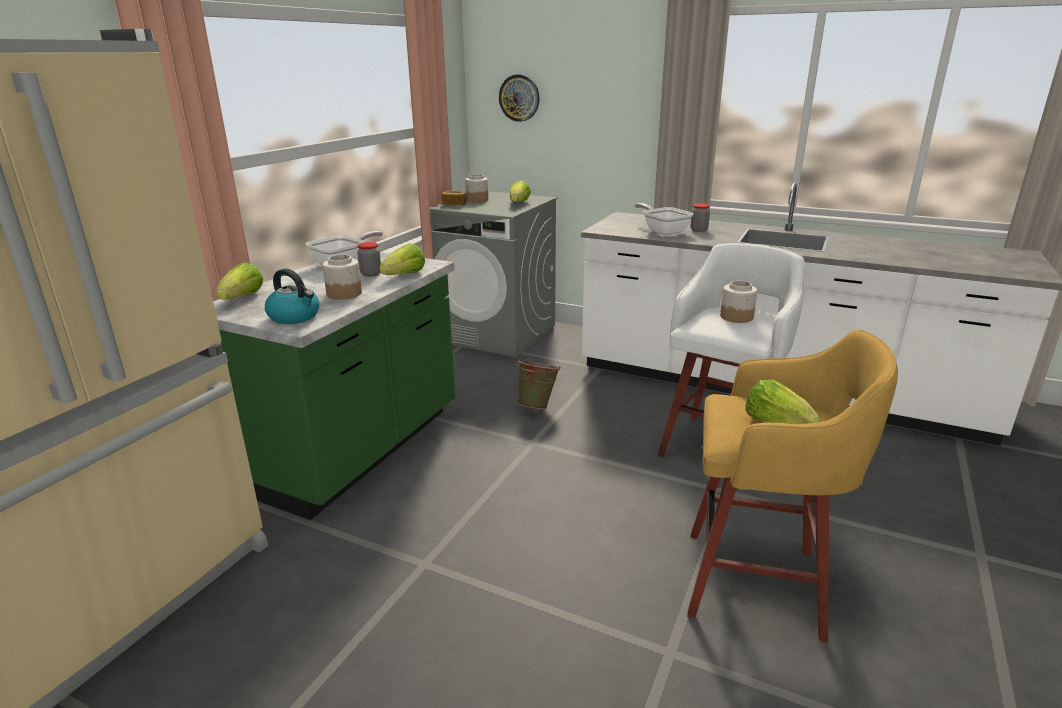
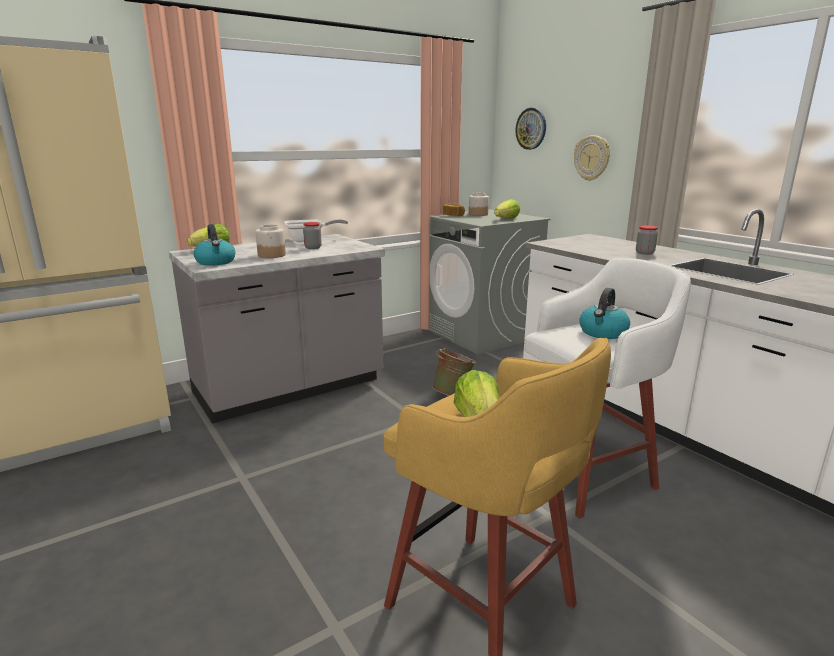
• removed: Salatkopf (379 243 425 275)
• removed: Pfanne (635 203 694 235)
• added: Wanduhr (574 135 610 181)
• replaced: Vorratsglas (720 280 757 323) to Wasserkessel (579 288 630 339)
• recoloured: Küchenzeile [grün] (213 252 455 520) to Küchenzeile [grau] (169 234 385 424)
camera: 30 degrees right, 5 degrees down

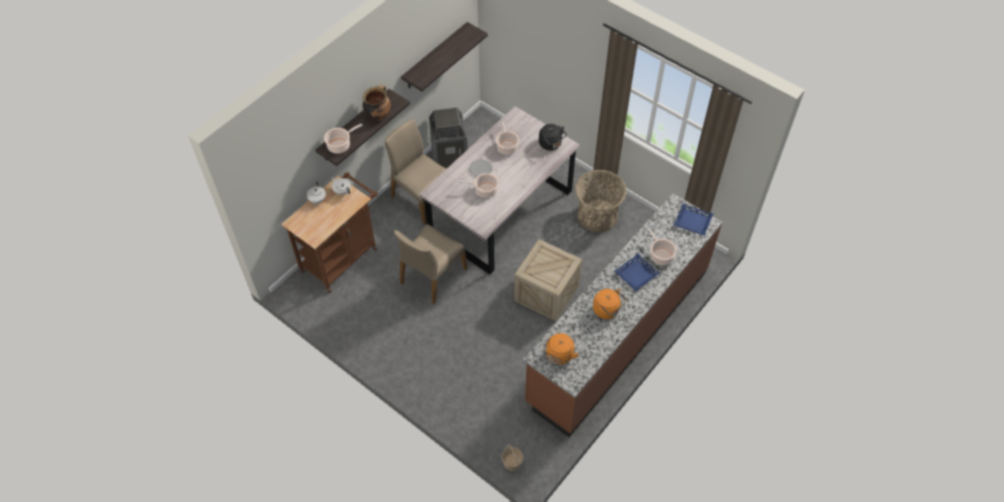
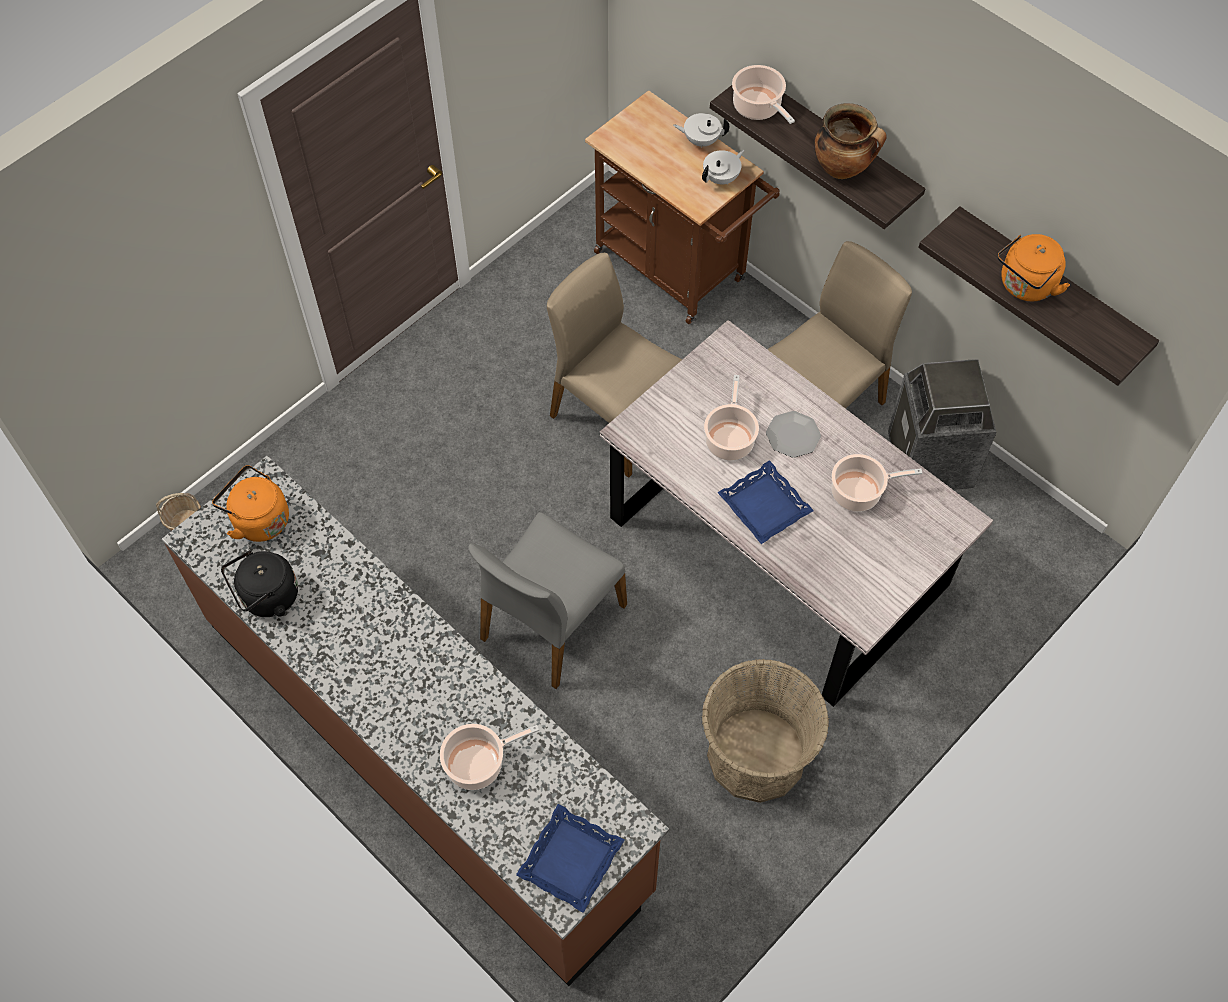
• moved: Wasserkessel [schwarz] (539 124 567 151) to (221 550 298 617)
• moved: Wasserkessel [orange] (593 289 627 319) to (997 234 1070 301)
• moved: Tablett [blau] (614 254 659 291) to (717 460 814 544)
• replaced: Kiste (514 239 582 322) to Stuhl [grau] (468 512 627 689)
camera: 95 degrees right, 5 degrees up

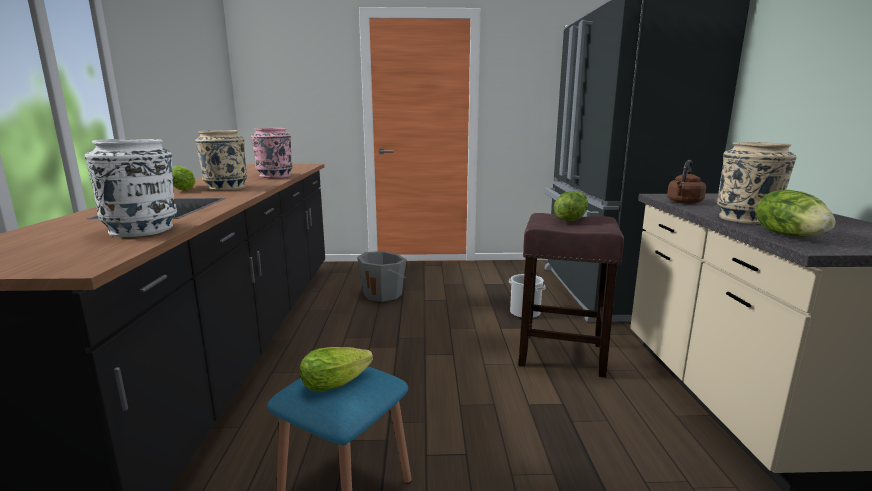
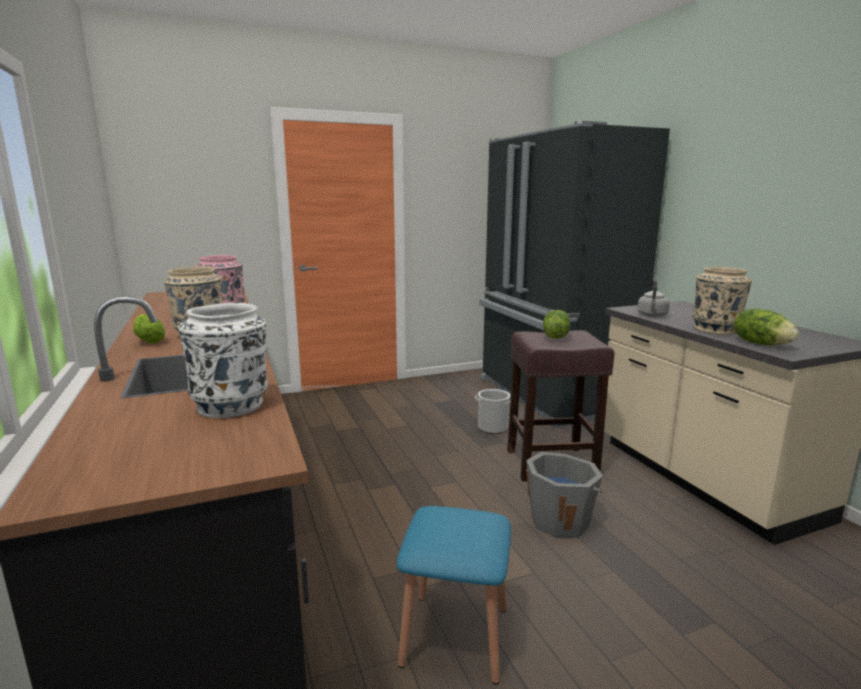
• removed: Salatkopf (300 347 373 391)
• moved: Eimer [grau] (357 251 407 302) to (526 452 607 538)
• recoloured: Wasserkessel [braun] (667 160 706 204) to Wasserkessel [grau] (638 279 670 317)
camera: 20 degrees left, 0 degrees up

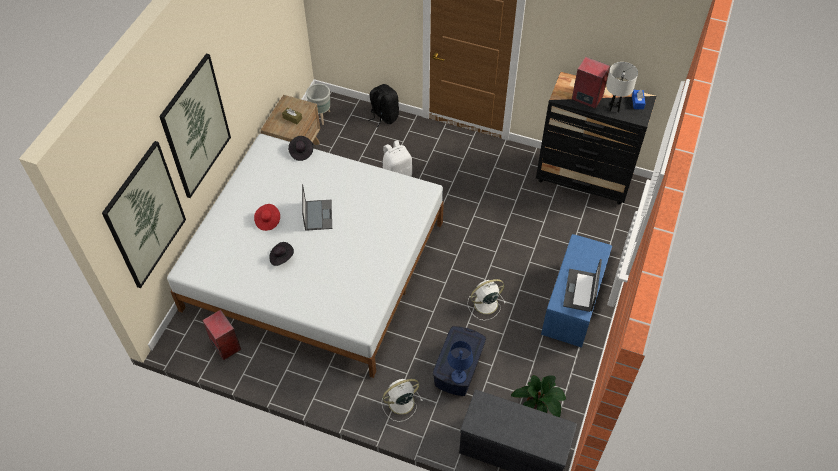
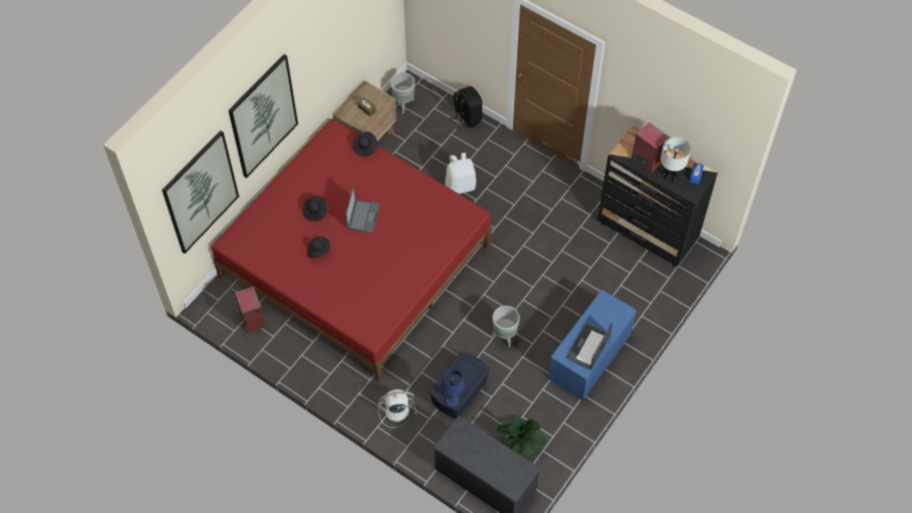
• replaced: Ventilator [weiß] (468 279 506 320) to Pflanzkübel [grau] (492 306 520 347)
• recoloured: Bett [weiß] (167 134 444 378) to Bett [rot] (212 119 492 382)
• recoloured: Hut [rot] (254 204 280 231) to Hut [schwarz] (303 196 327 221)
camera: 15 degrees right, 5 degrees up

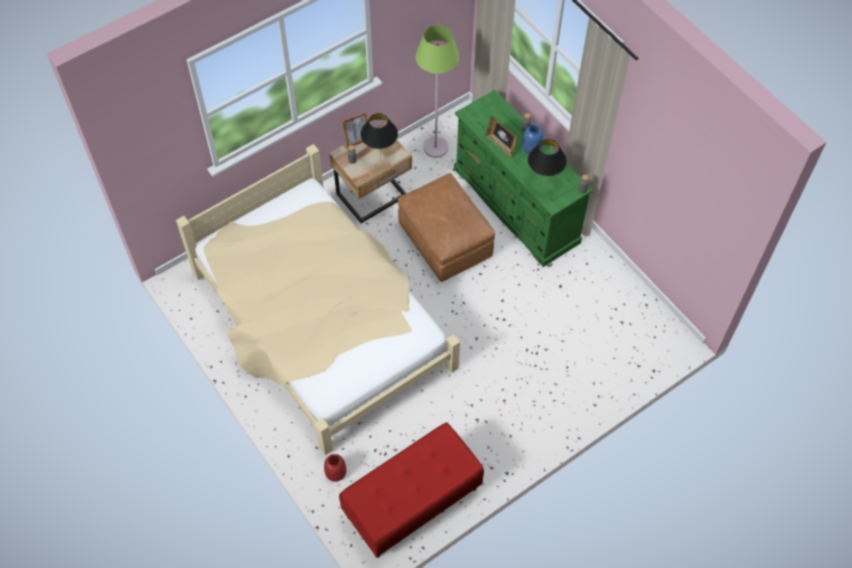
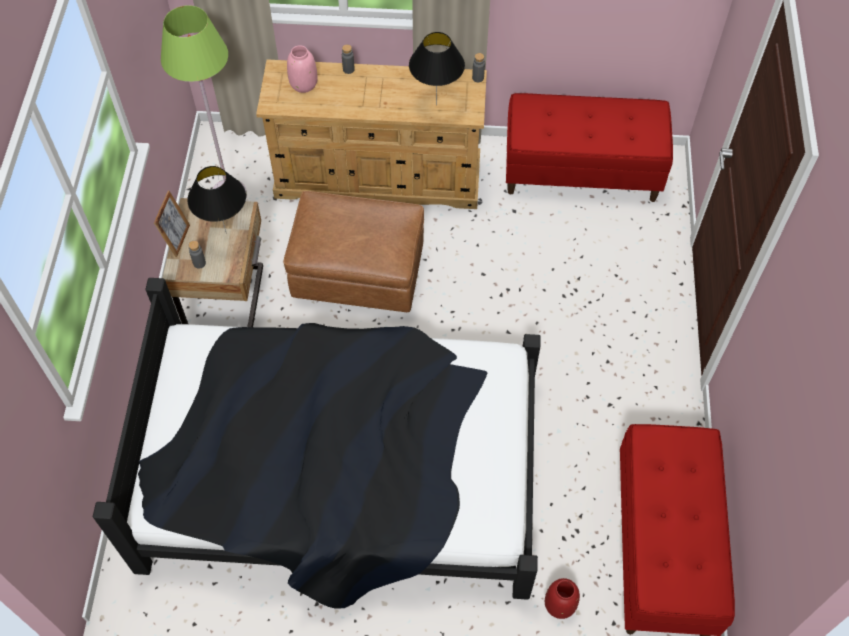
• removed: Bilderrahmen (486 116 517 158)
• removed: Vase [blau] (522 124 543 155)
• added: Vase [rosa] (287 45 318 93)
• added: Bank [rot] (506 93 673 202)
• recoloured: Bett [beige] (176 144 460 455) to Bett [schwarz] (93 278 541 608)
• recoloured: Kommode [grün] (454 90 593 267) to Kommode [beige] (256 59 487 209)
camera: 50 degrees left, 0 degrees up

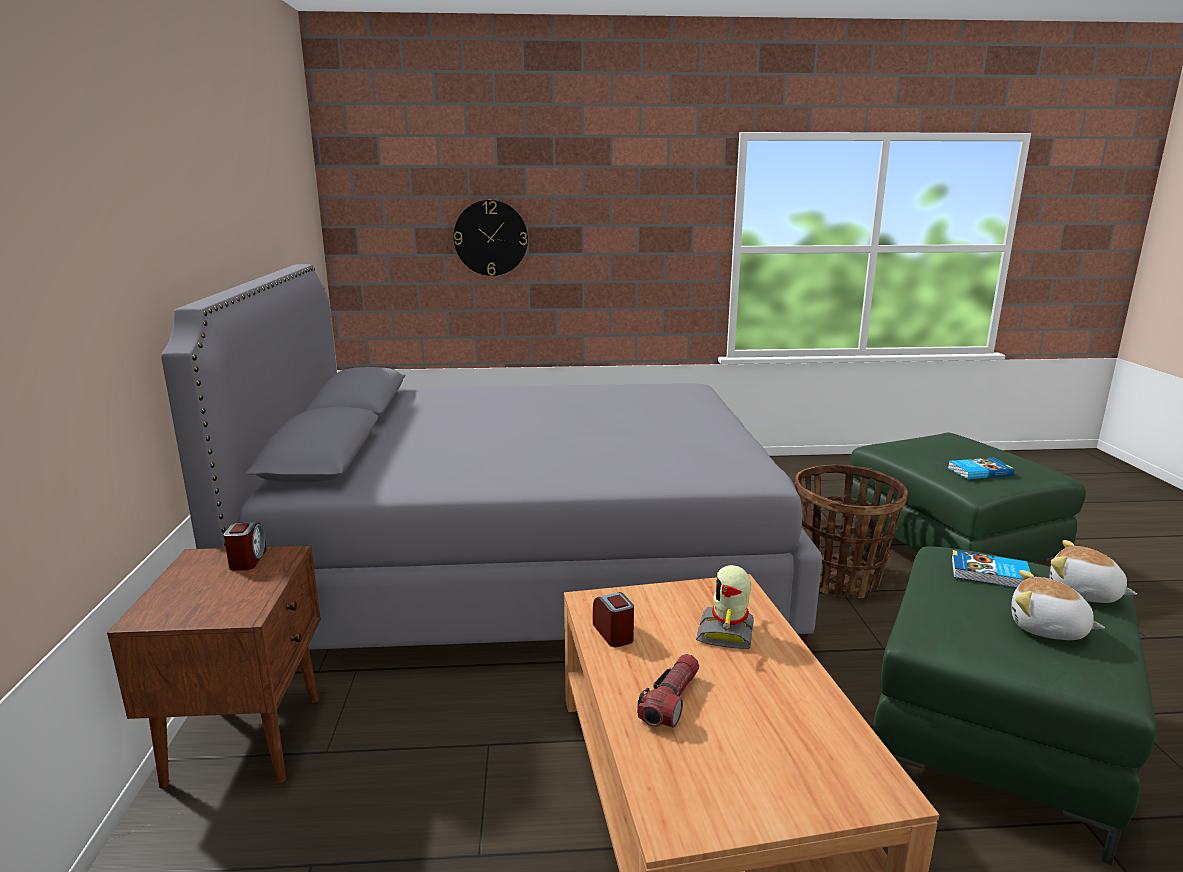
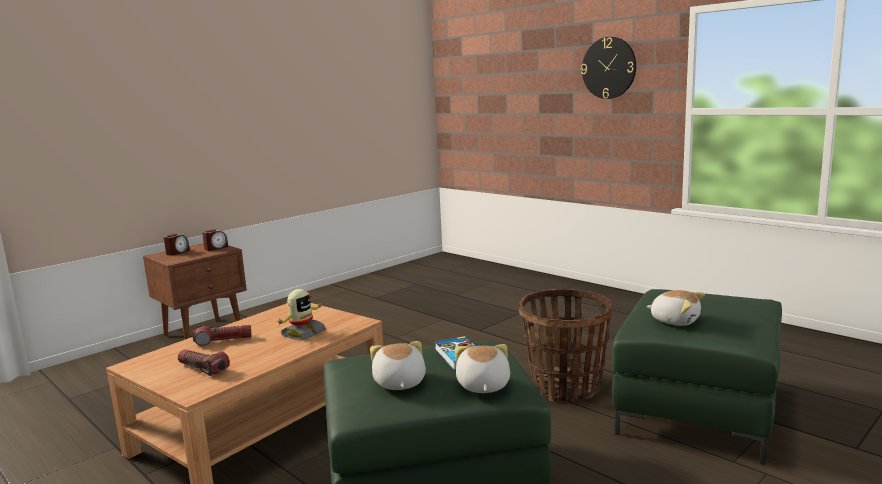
• removed: Bett [grau] (161 264 822 650)
• added: Taschenlampe (178 349 230 376)
• moved: Wanduhr (454 200 528 276) to (581 37 636 99)
• moved: Wecker (593 592 634 647) to (164 234 190 256)
• replaced: Buch (948 458 1015 479) to Plüschtier (647 290 705 326)
• turned: Spielzeugroboter (696 565 754 649) = (277 289 326 340) 150 degrees clockwise
camera: 50 degrees right, 5 degrees down

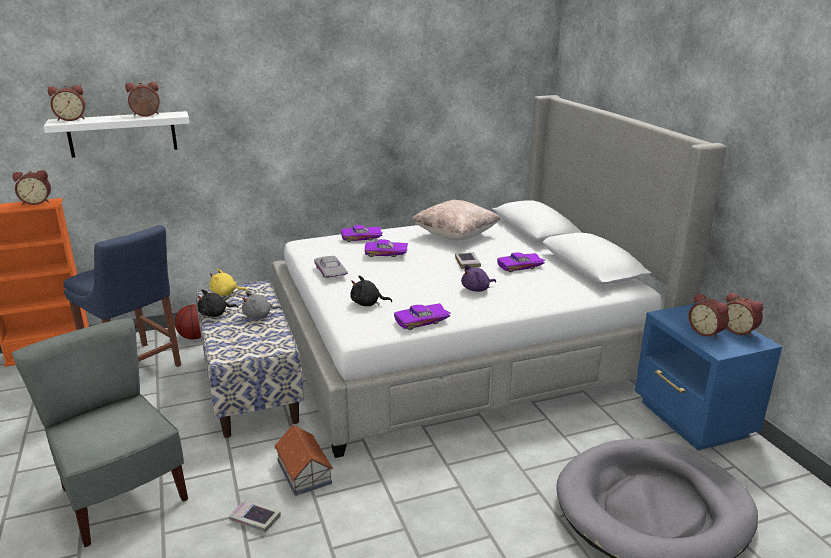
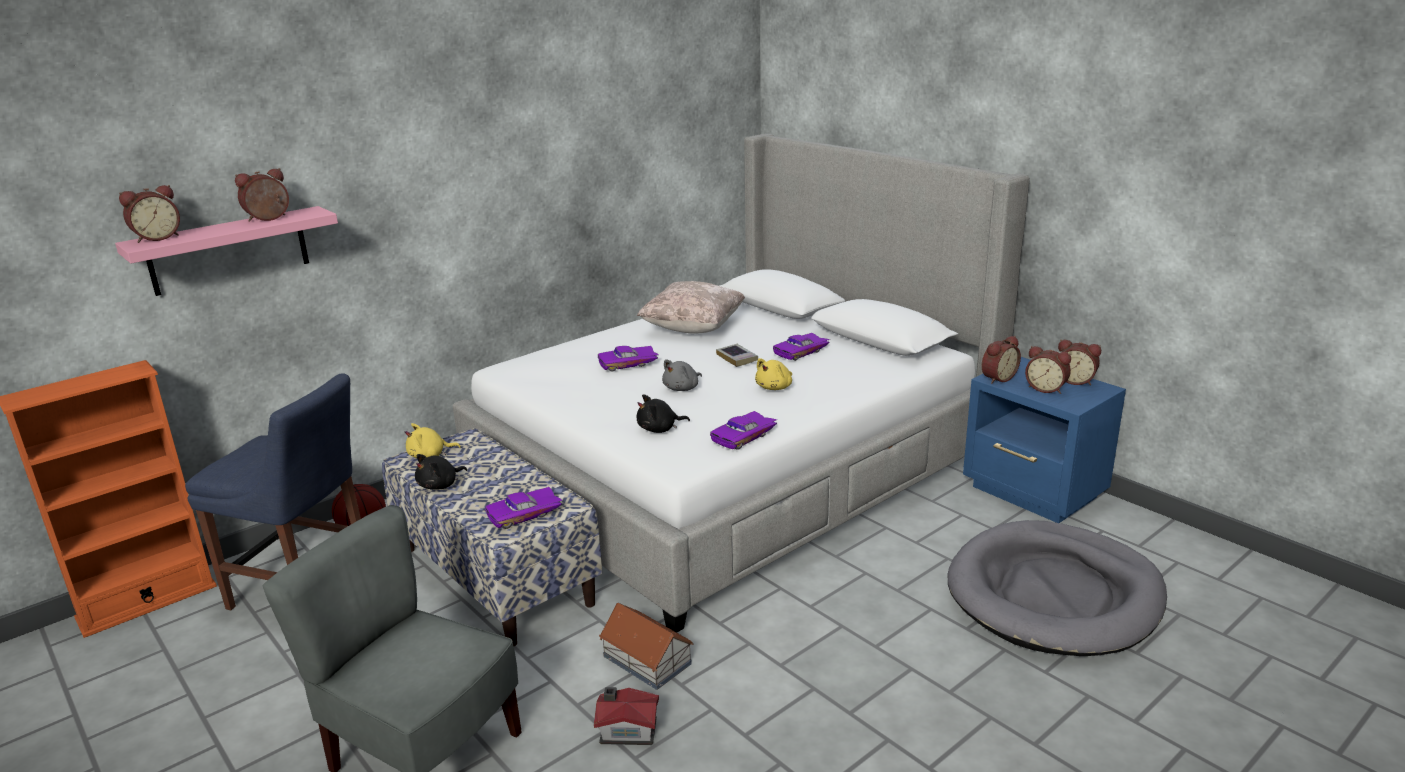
• removed: Spielzeugauto [grau] (314 256 348 278)
• moved: Wecker (12 170 51 205) to (982 336 1021 384)
• moved: Plüschtier [grau] (242 291 282 319) to (662 359 702 391)
• moved: Spielzeugauto [lila] (341 225 383 242) to (485 487 563 529)
• replaced: Buch (229 499 281 532) to Spielzeughaus (594 687 659 745)
• recoloured: Wandregal [weiß] (44 111 190 158) to Wandregal [rosa] (115 206 338 296)
• recoloured: Plüschtier [lila] (461 264 496 292) to Plüschtier [gelb] (755 358 792 390)
camera: 20 degrees left, 0 degrees up

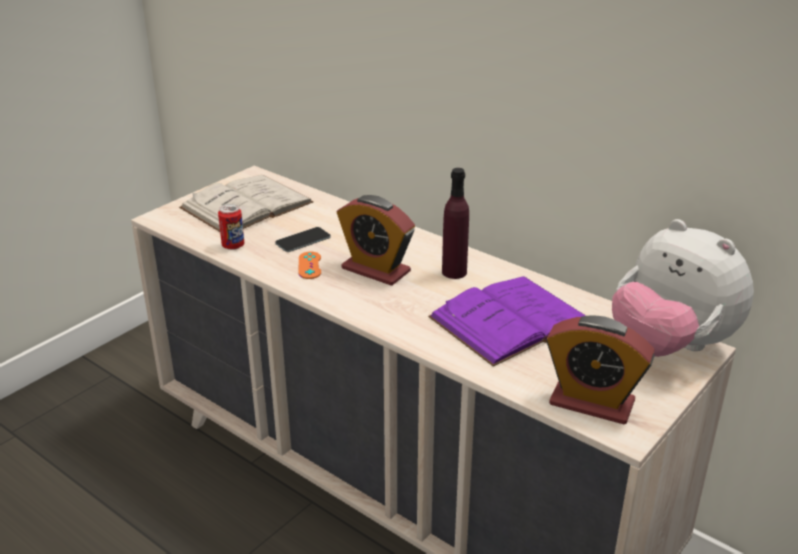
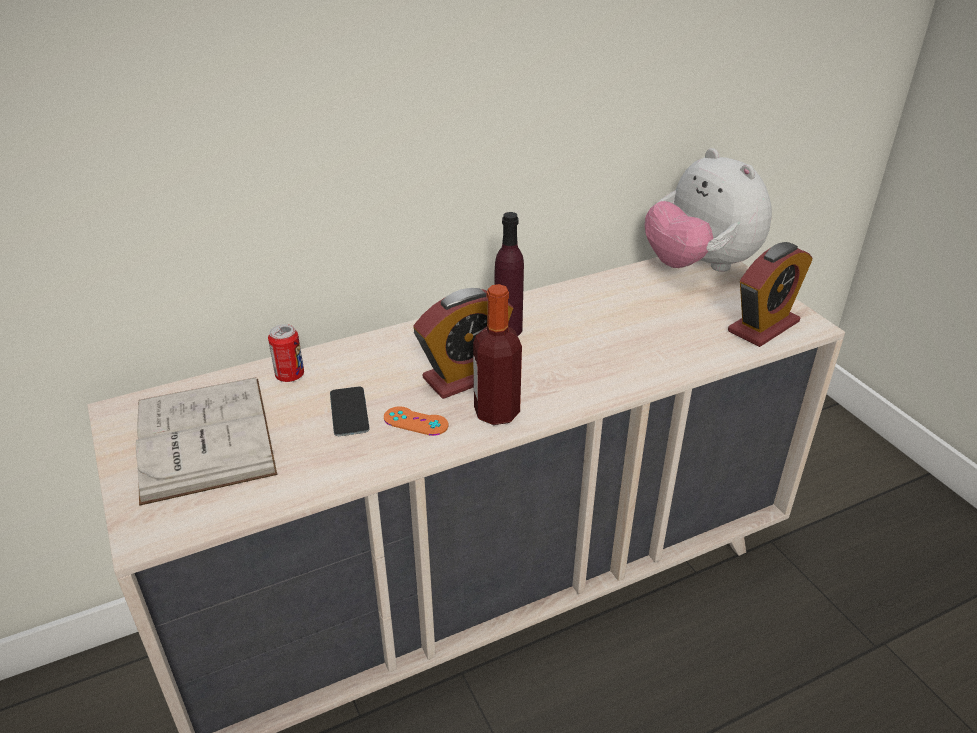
• removed: Buch [lila] (428 276 586 367)
• added: Flasche (473 284 522 425)
• moved: Dose (218 204 244 250) to (268 324 304 382)
• turned: Plüschtier (612 219 754 357) = (645 148 772 272) 75 degrees clockwise
camera: 65 degrees left, 5 degrees up

